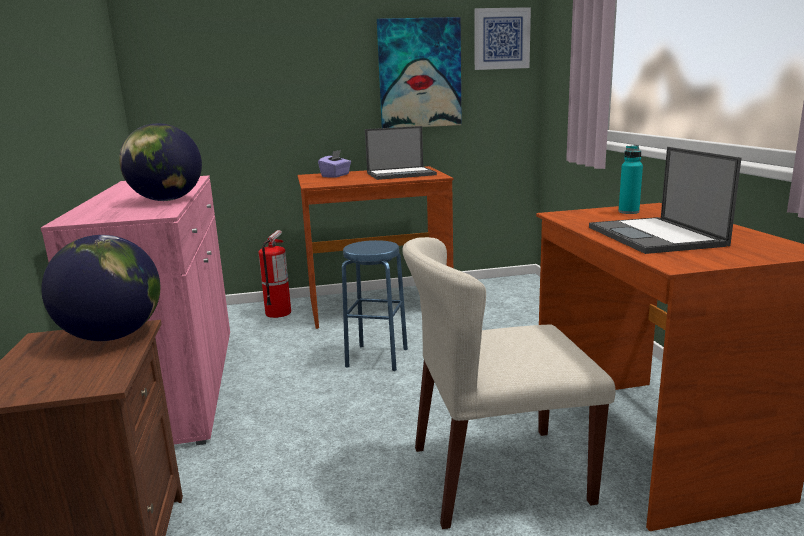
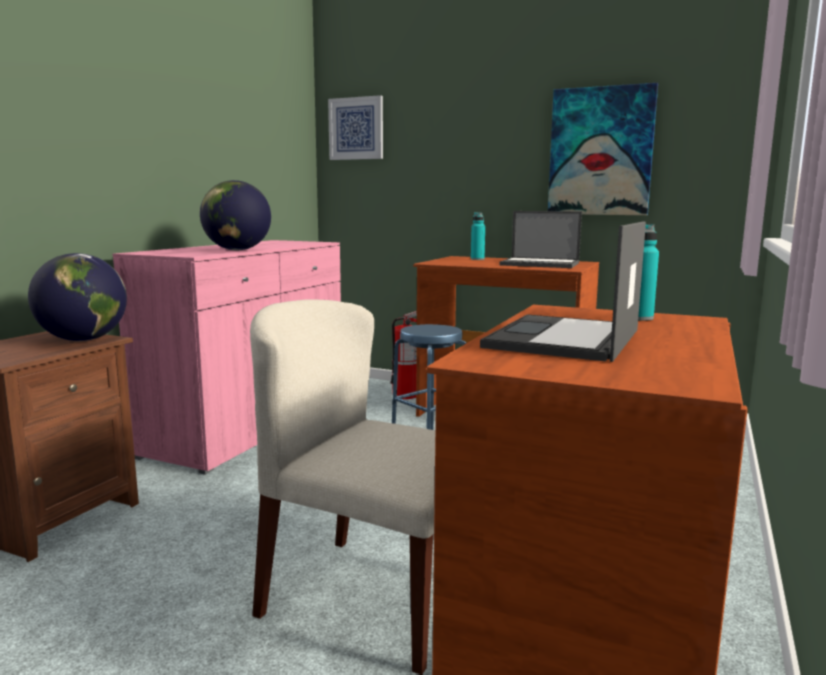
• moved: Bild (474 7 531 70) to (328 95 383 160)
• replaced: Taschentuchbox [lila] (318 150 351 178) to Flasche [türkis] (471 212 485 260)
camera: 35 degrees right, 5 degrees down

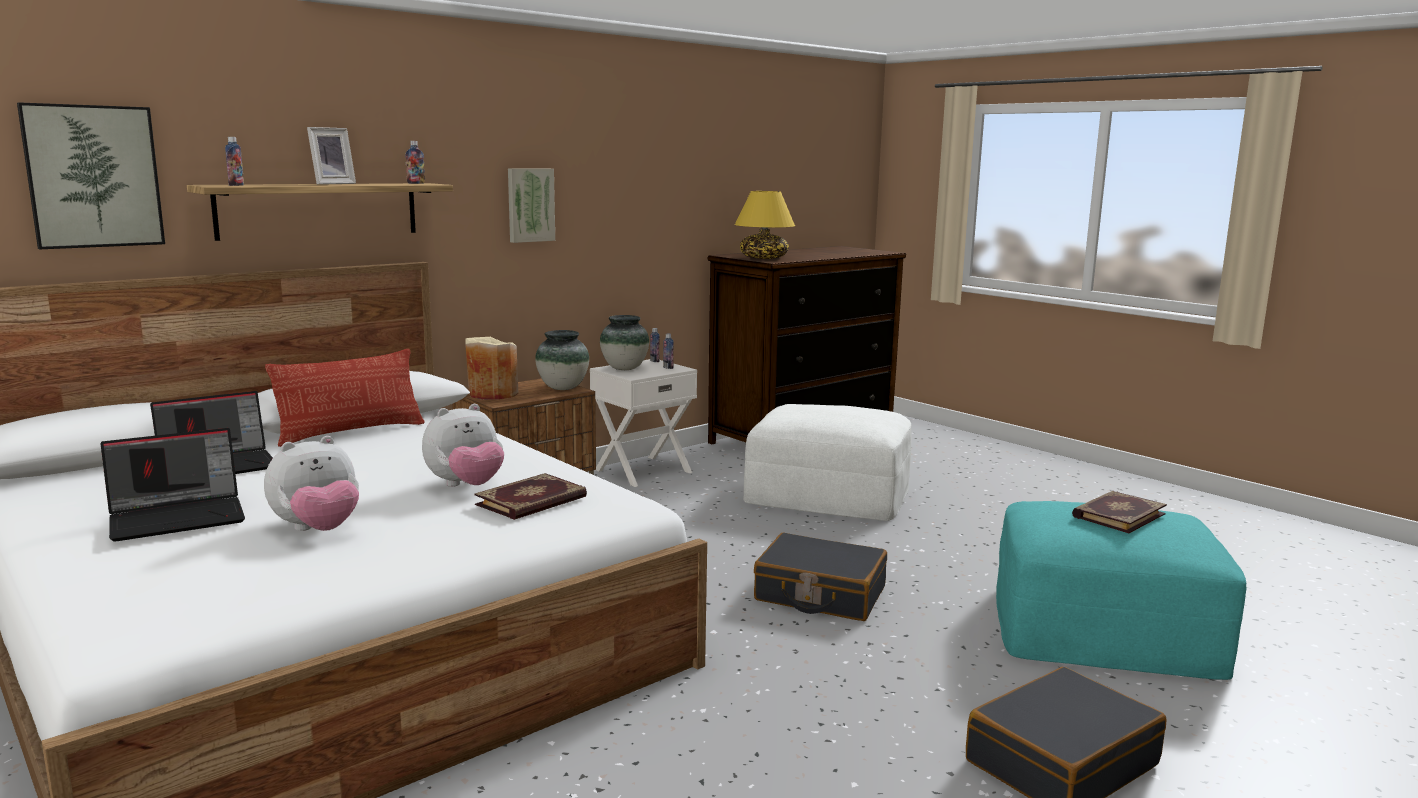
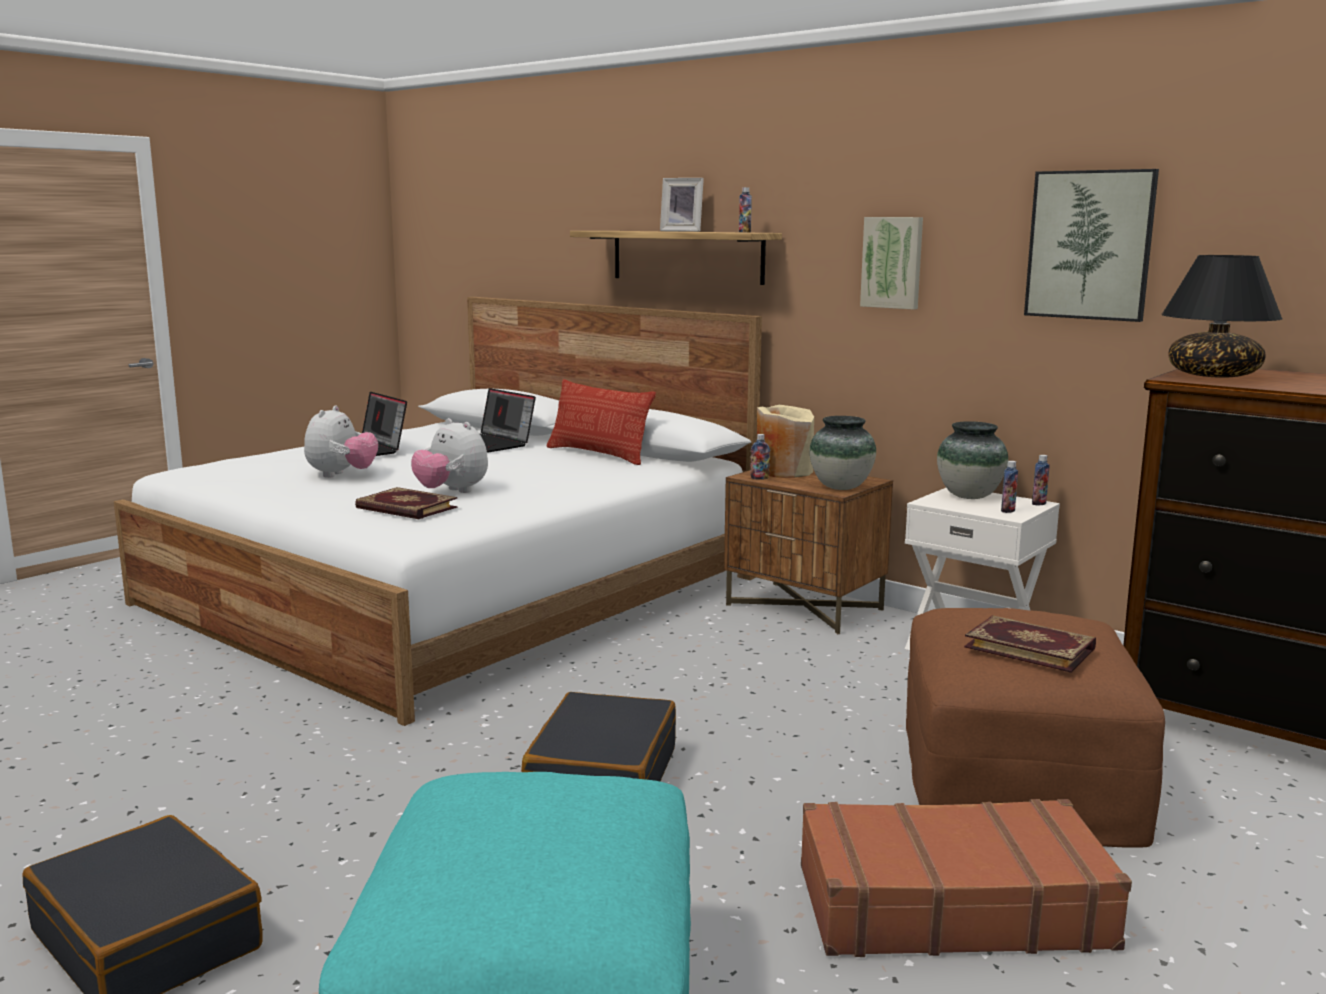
• added: Koffer [braun] (801 799 1132 957)
• moved: Bild (17 102 165 249) to (1024 169 1159 322)
• moved: Flasche (225 137 244 186) to (750 434 770 480)
• moved: Buch (1072 491 1167 533) to (964 615 1096 673)
• recoloured: Tischlampe [gelb] (735 191 795 259) to Tischlampe [schwarz] (1161 255 1283 378)
• recoloured: Polsterhocker [weiß] (743 404 912 521) to Polsterhocker [braun] (906 608 1165 847)
• turned: Plüschtier (264 436 359 531) = (304 406 378 478) 120 degrees counterclockwise
camera: 80 degrees right, 0 degrees up

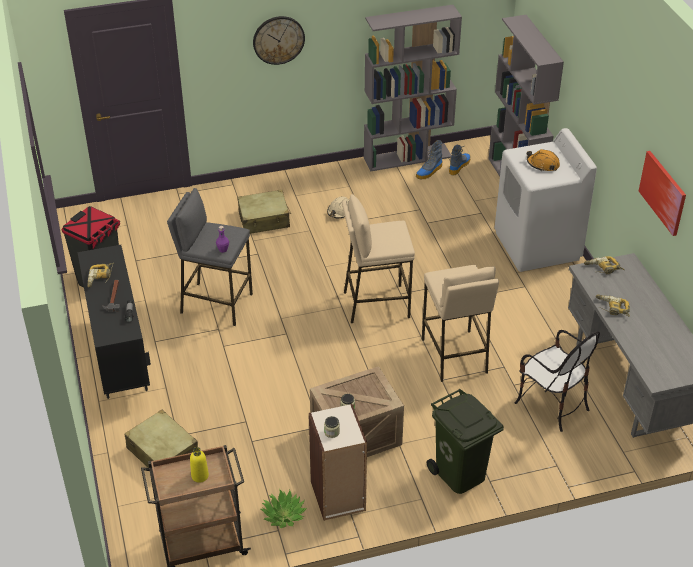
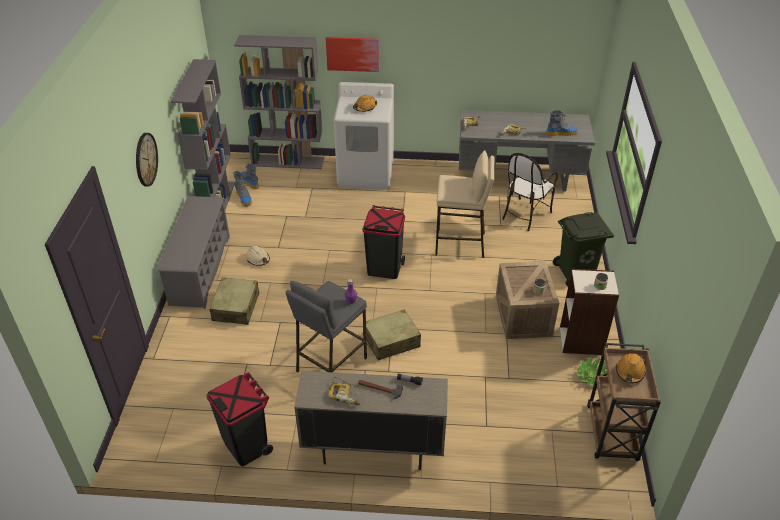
• added: Schuhregal [grau] (156 196 230 309)
• added: Stiefel (546 110 578 137)
• moved: Koffer [beige] (124 410 198 468) to (366 310 421 360)
• moved: Bild (639 151 686 236) to (326 37 379 72)
• replaced: Flasche [gelb] (190 447 209 483) to Schutzhelm [orange] (616 353 646 383)
• replaced: Hocker [beige] (342 194 415 324) to Mülleimer [schwarz] (362 205 405 279)
• recoloured: Schrank [schwarz] (77 245 151 399) to Schrank [beige] (294 371 448 470)
• turned: Stuhl (515 330 600 432) = (502 153 558 231) 150 degrees clockwise
camera: 70 degrees left, 0 degrees up

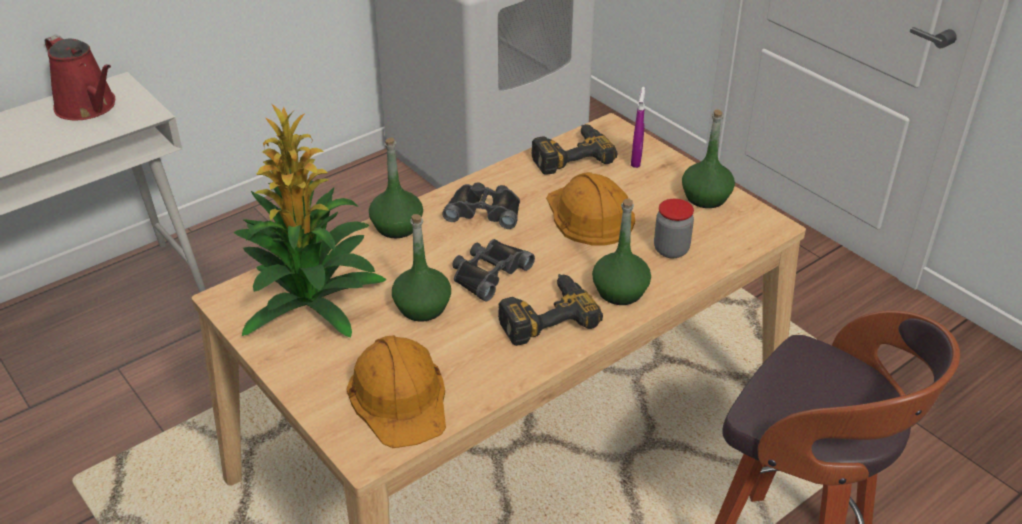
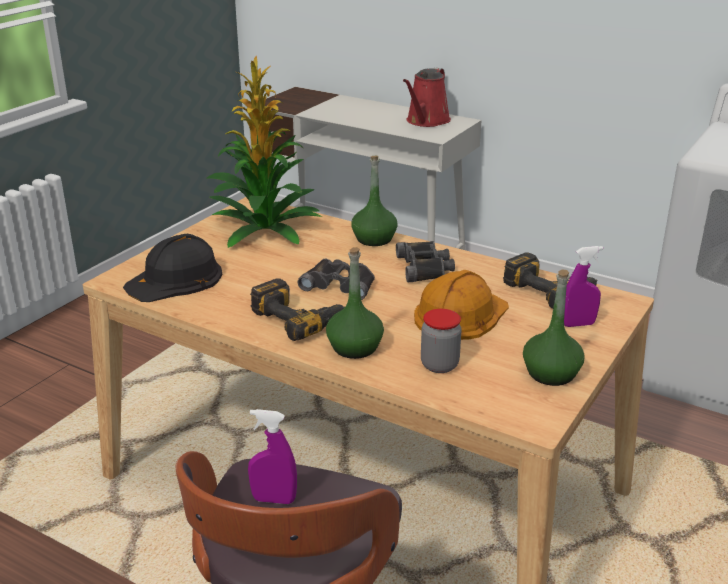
• removed: Flasche [grün] (392 214 451 322)
• added: Sprühflasche [lila] (248 409 297 504)
• recoloured: Schutzhelm [orange] (346 335 446 448) to Schutzhelm [schwarz] (123 234 222 302)
camera: 70 degrees right, 10 degrees down

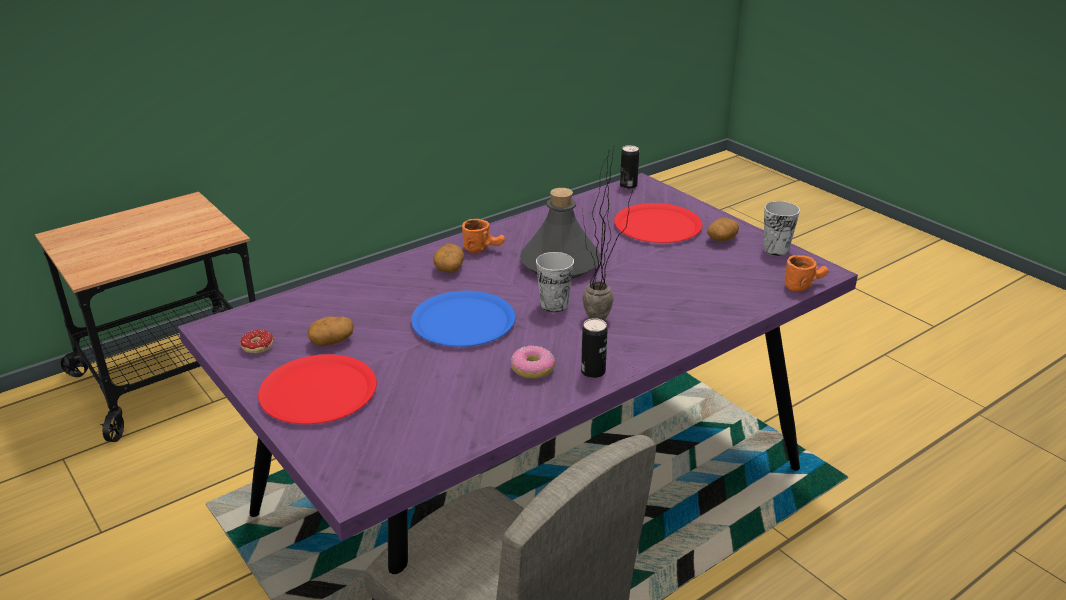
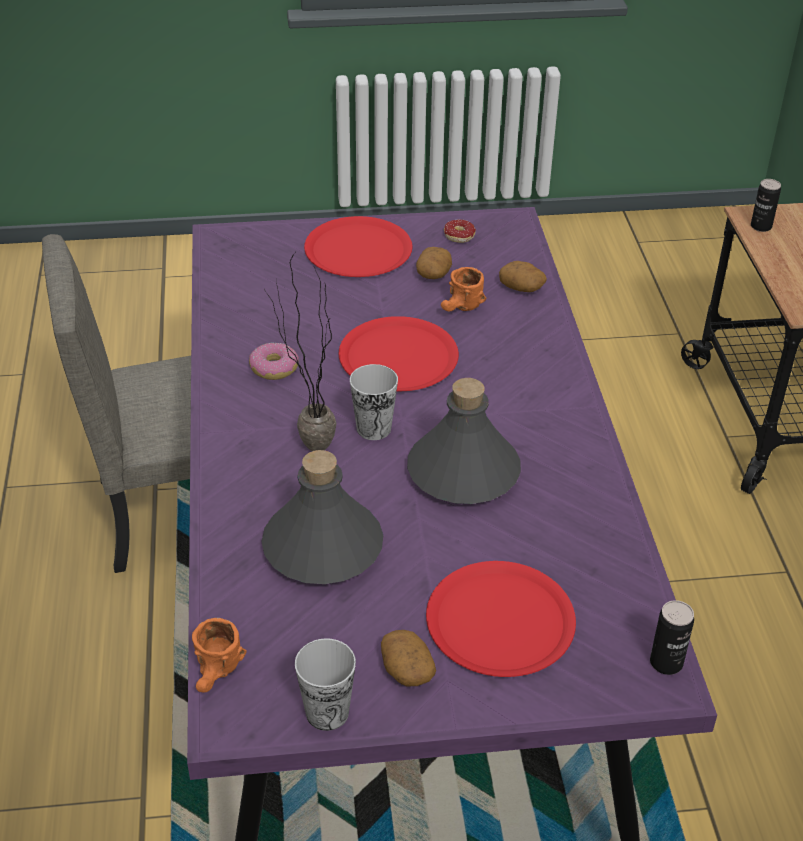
• added: Flasche [grau] (261 450 383 584)
• moved: Kartoffel (433 244 464 273) to (499 261 547 292)
• moved: Henkelbecher [orange] (462 219 505 253) to (441 267 486 311)
• moved: Dose (581 318 608 378) to (751 179 781 232)
• recoloured: Teller [blau] (411 291 516 347) to Teller [rot] (339 316 459 391)
camera: 120 degrees right, 10 degrees up

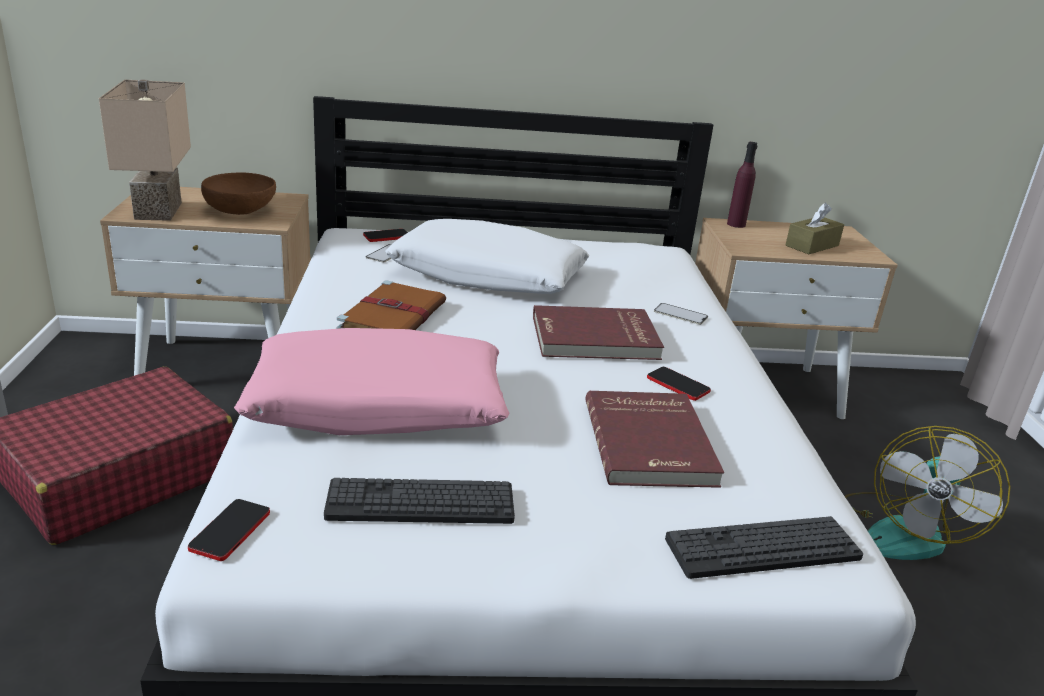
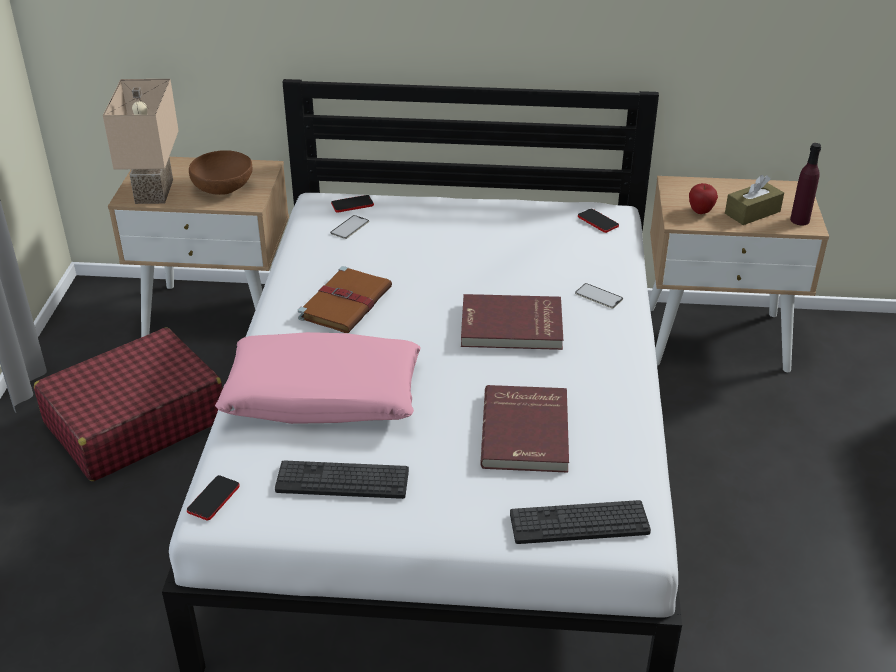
• removed: Kissen [weiß] (385 219 589 294)
• removed: Ventilator (845 426 1010 560)
• added: Apfel (689 183 718 214)
• moved: Handy (647 367 711 401) to (578 209 619 233)
• moved: Flasche [lila] (727 142 757 228) to (790 143 821 225)
camera: 10 degrees right, 10 degrees up

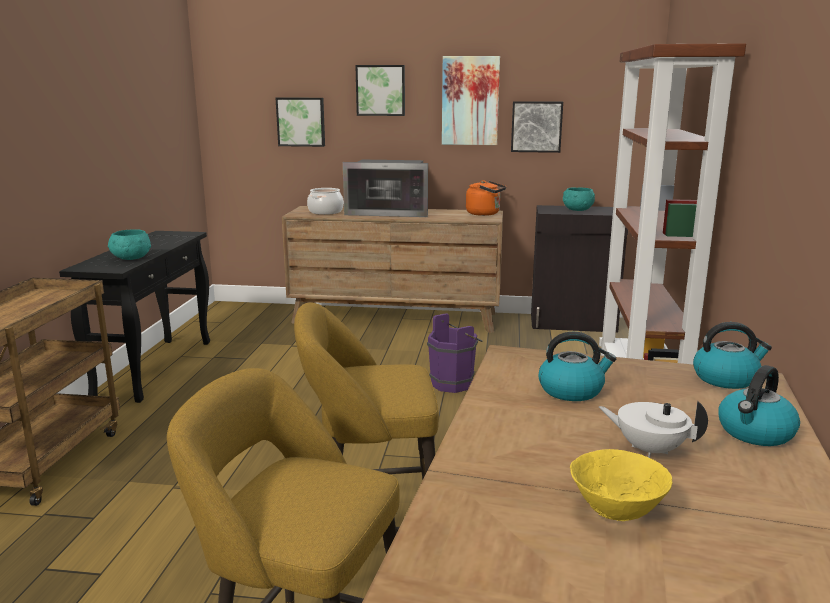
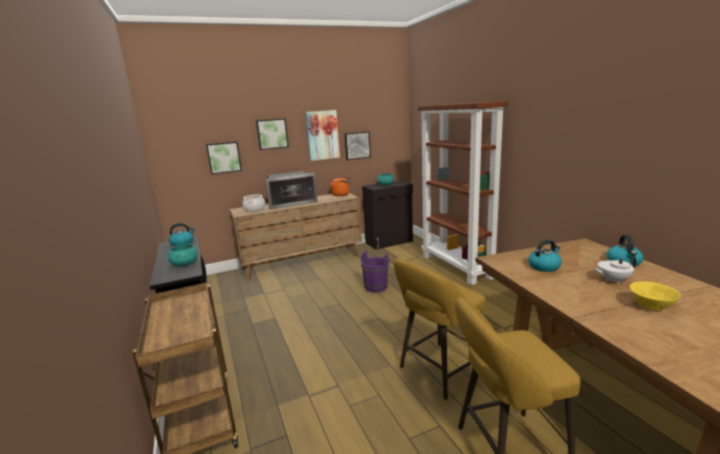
• moved: Wasserkessel (693 322 772 389) to (169 223 195 246)
camera: 30 degrees left, 0 degrees up

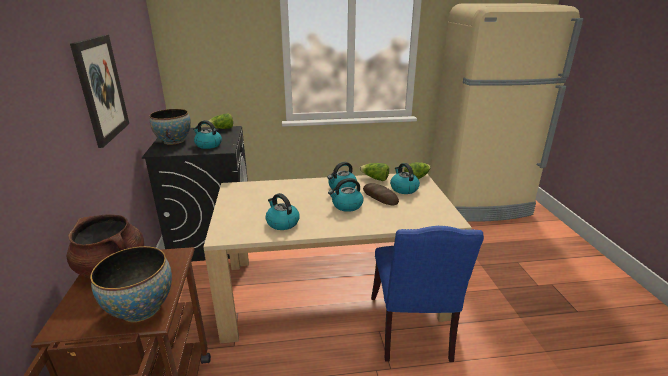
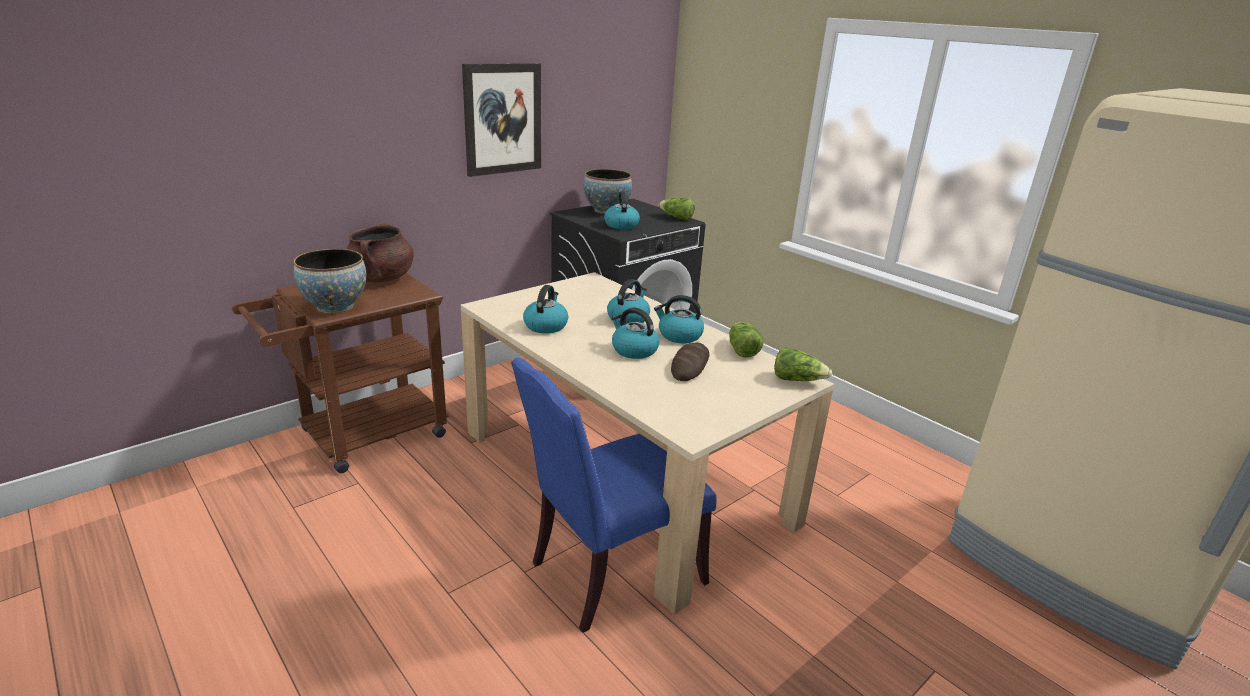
• moved: Wasserkessel (390 163 420 194) to (607 279 650 323)
camera: 55 degrees right, 0 degrees up

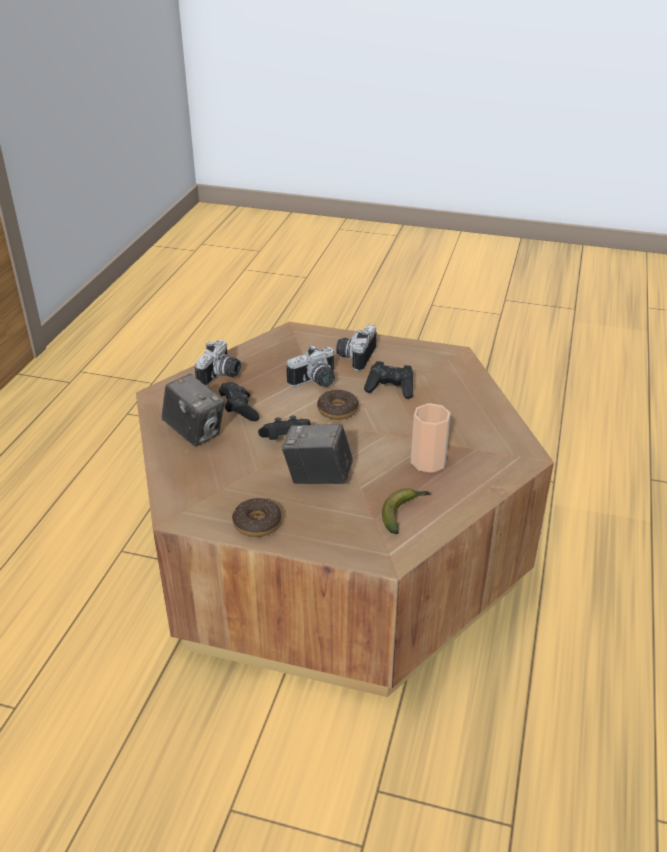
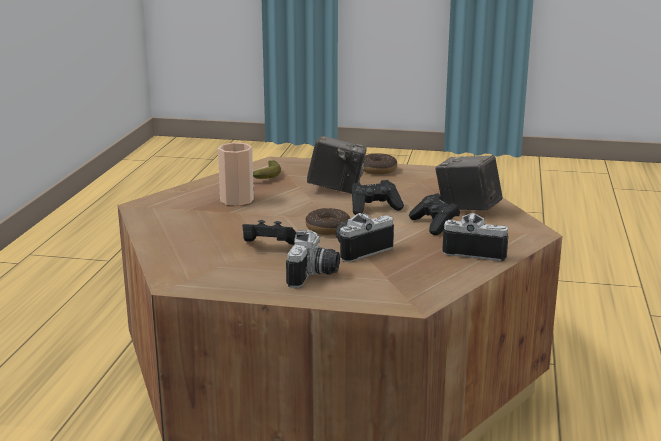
• turned: Kamera (195 340 241 386) = (442 213 508 261) 90 degrees clockwise
camera: 175 degrees right, 15 degrees down

